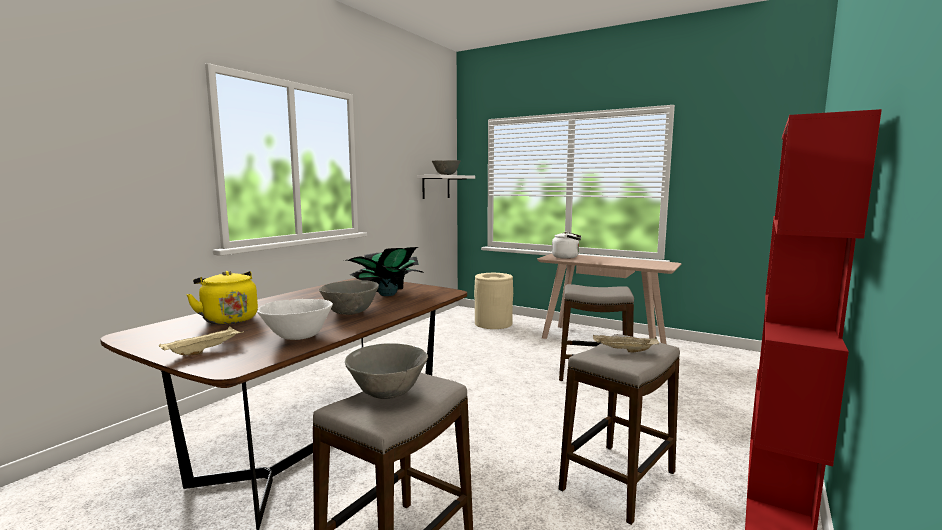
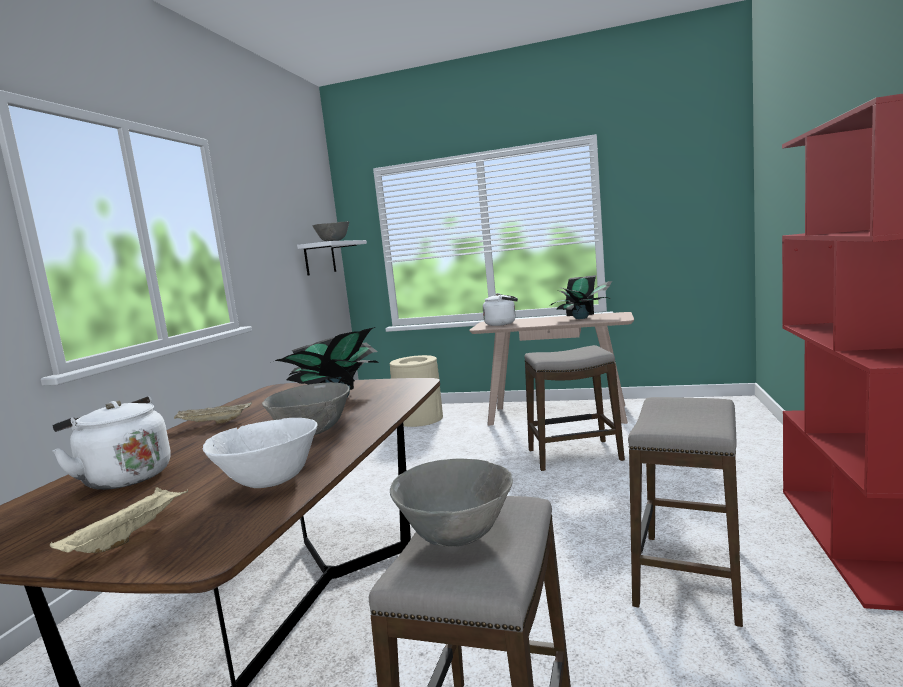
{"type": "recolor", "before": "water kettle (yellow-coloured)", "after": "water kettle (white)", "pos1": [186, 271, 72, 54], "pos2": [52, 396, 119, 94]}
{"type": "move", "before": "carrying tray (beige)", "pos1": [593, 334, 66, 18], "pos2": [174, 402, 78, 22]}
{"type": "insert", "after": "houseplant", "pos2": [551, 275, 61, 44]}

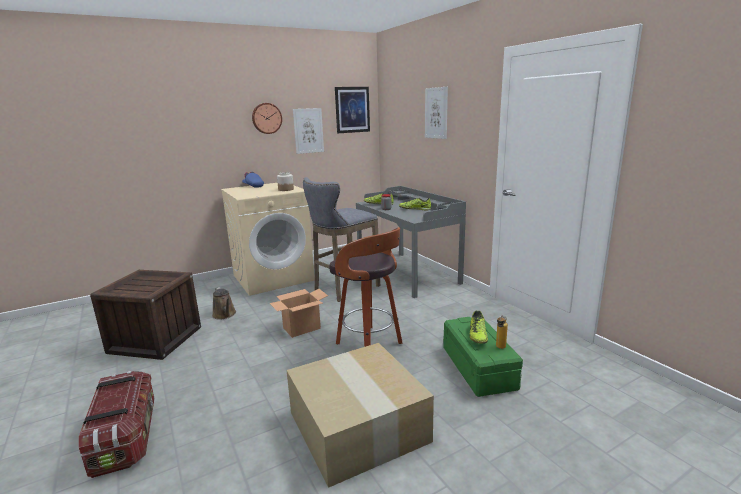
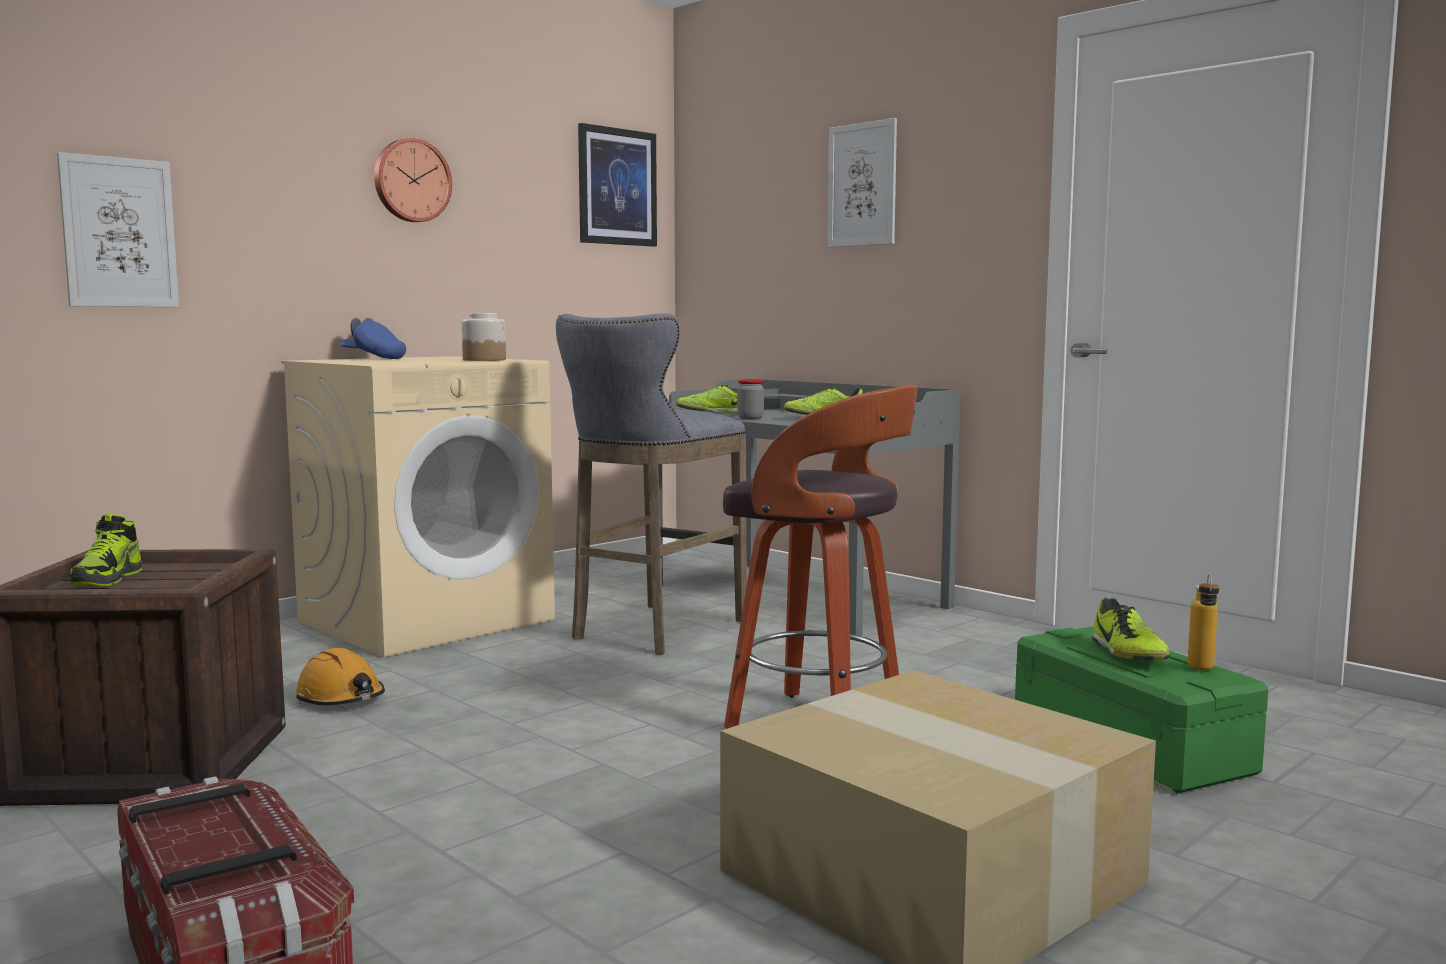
{"type": "move", "before": "picture", "pos1": [293, 108, 31, 46], "pos2": [57, 152, 122, 155]}
{"type": "replace", "before": "watering can (brown-coloured)", "after": "work helmet (orange)", "pos1": [212, 287, 24, 33], "pos2": [296, 648, 89, 57]}
{"type": "delete", "before": "cardboard box", "pos1": [270, 289, 58, 49]}
{"type": "insert", "after": "shoe", "pos2": [70, 514, 72, 72]}

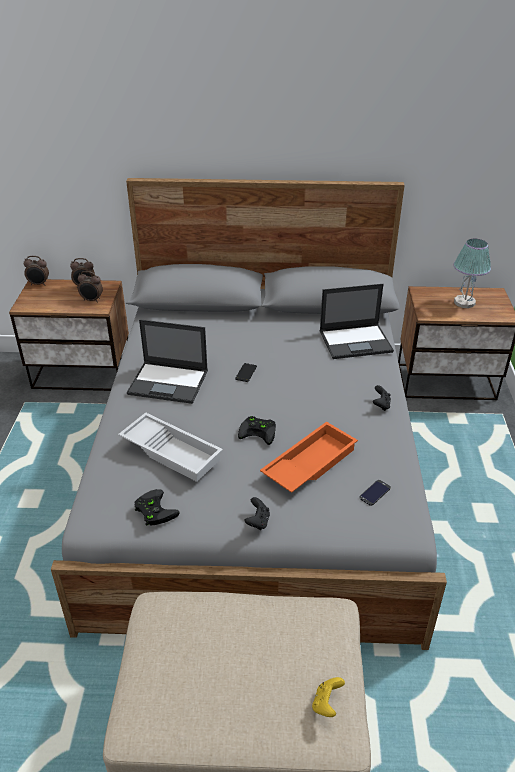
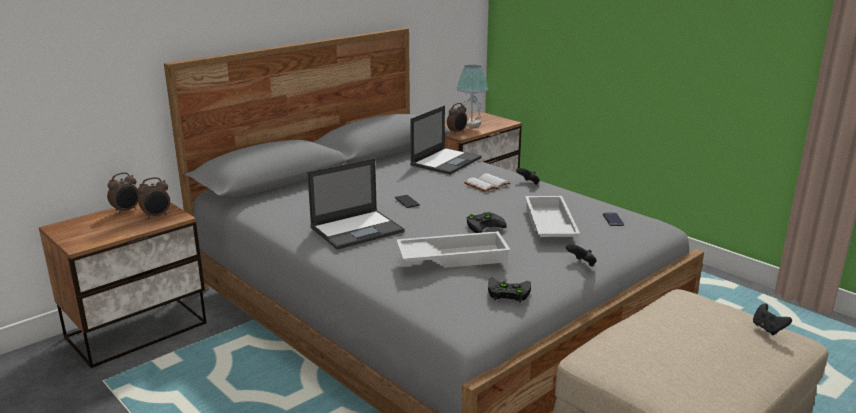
{"type": "move", "before": "alarm clock", "pos1": [24, 256, 25, 30], "pos2": [447, 103, 20, 31]}
{"type": "recolor", "before": "carrying tray (orange)", "after": "carrying tray (white)", "pos1": [260, 422, 98, 71], "pos2": [525, 196, 55, 41]}
{"type": "recolor", "before": "game controller (yellow-coloured)", "after": "game controller (black)", "pos1": [312, 677, 33, 40], "pos2": [753, 304, 39, 31]}
{"type": "insert", "after": "book (white)", "pos2": [464, 173, 47, 19]}

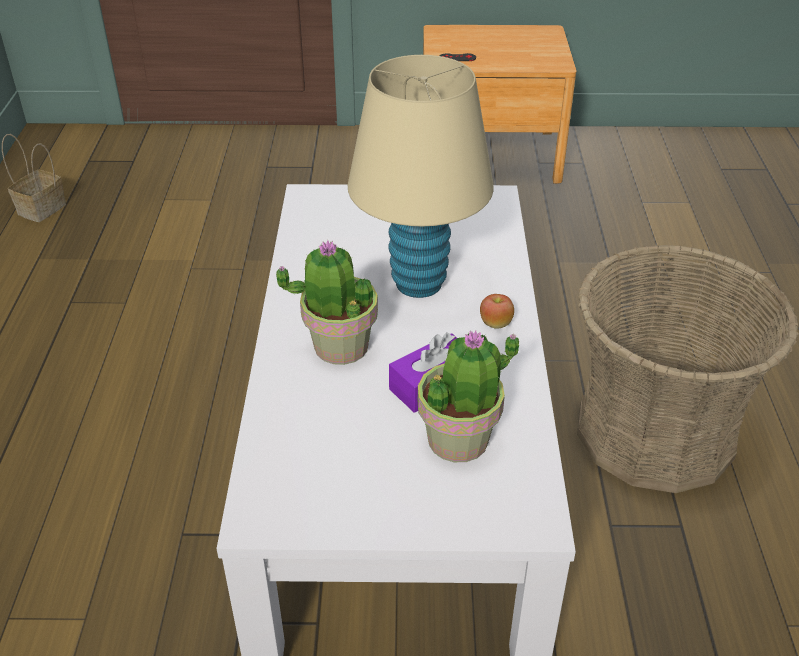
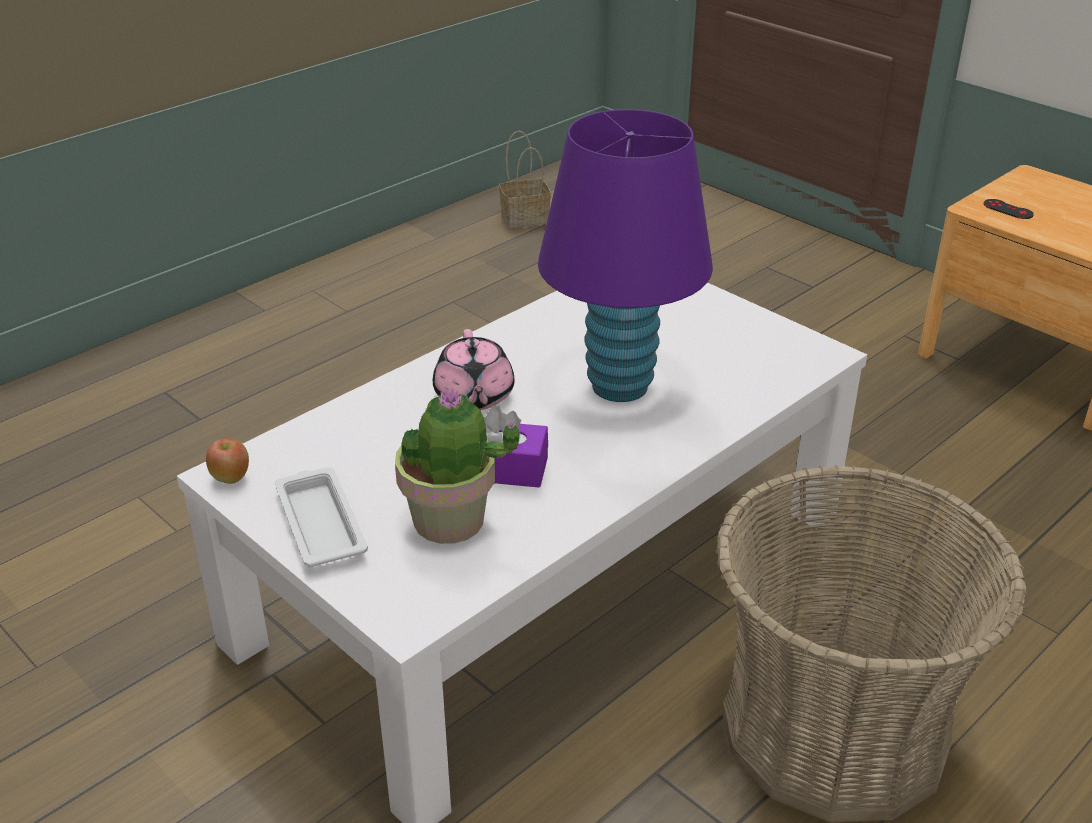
{"type": "recolor", "before": "lamp for a table (beige)", "after": "lamp for a table (purple)", "pos1": [348, 55, 146, 243], "pos2": [538, 109, 175, 293]}
{"type": "replace", "before": "houseplant", "after": "pot for tea (pink-coloured)", "pos1": [276, 240, 102, 125], "pos2": [433, 329, 82, 81]}
{"type": "move", "before": "apple fruit", "pos1": [480, 294, 34, 35], "pos2": [206, 438, 43, 46]}
{"type": "insert", "after": "carrying tray (white)", "pos2": [275, 467, 93, 100]}

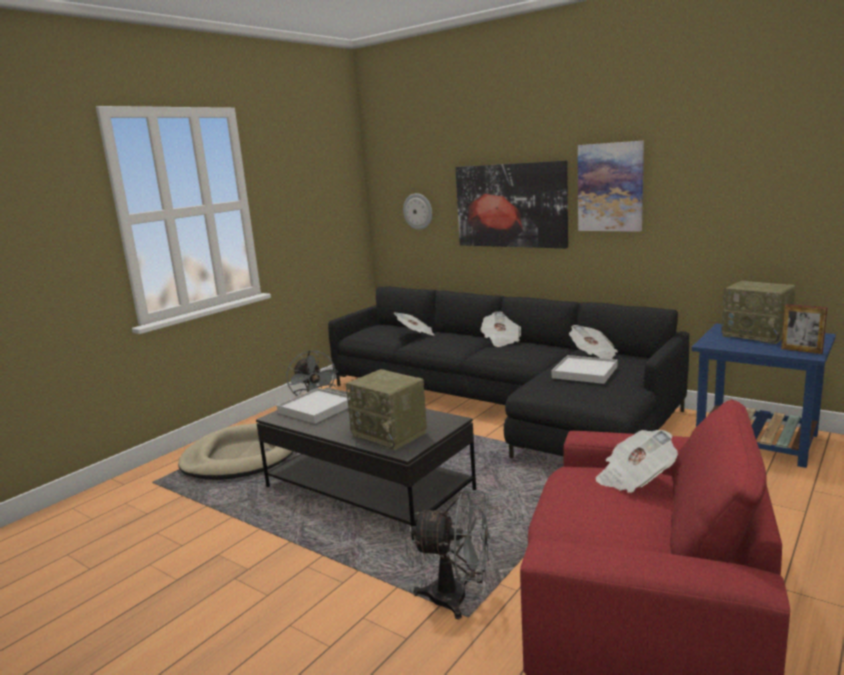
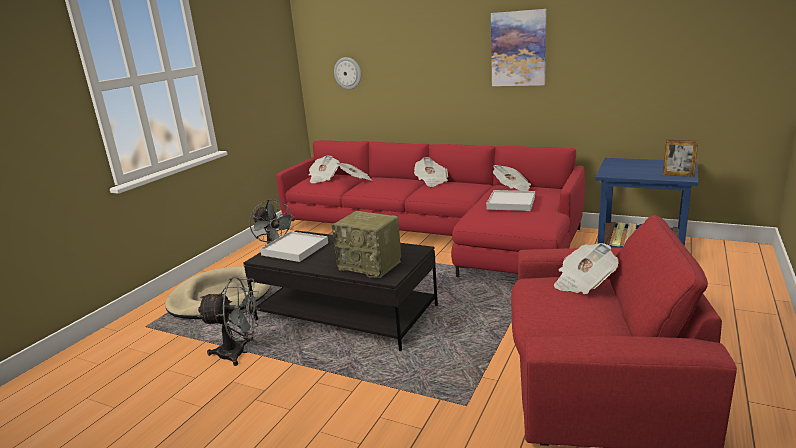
{"type": "delete", "before": "picture", "pos1": [455, 161, 113, 87]}
{"type": "delete", "before": "radio set", "pos1": [721, 281, 75, 63]}
{"type": "recolor", "before": "sofa (black)", "after": "sofa (red-coloured)", "pos1": [328, 286, 361, 172], "pos2": [276, 140, 309, 137]}
{"type": "move", "before": "electric fan (gray)", "pos1": [411, 488, 80, 132], "pos2": [197, 276, 63, 90]}
{"type": "insert", "after": "printed paper", "pos2": [309, 156, 30, 27]}

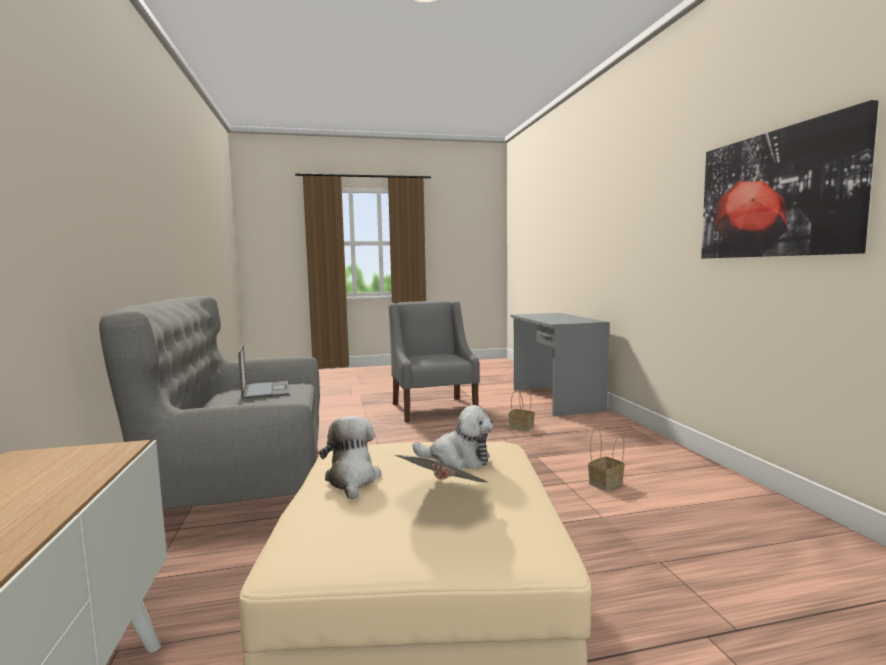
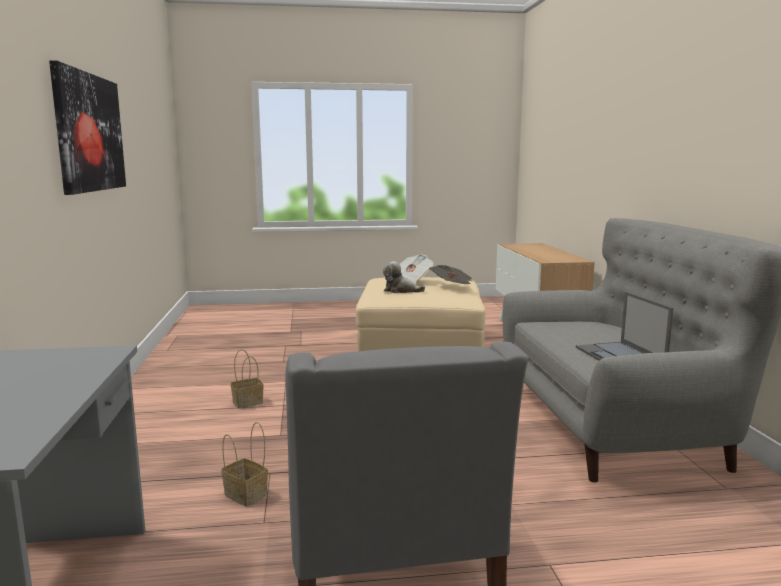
{"type": "replace", "before": "plush toy", "after": "printed paper", "pos1": [320, 416, 61, 84], "pos2": [429, 265, 43, 19]}

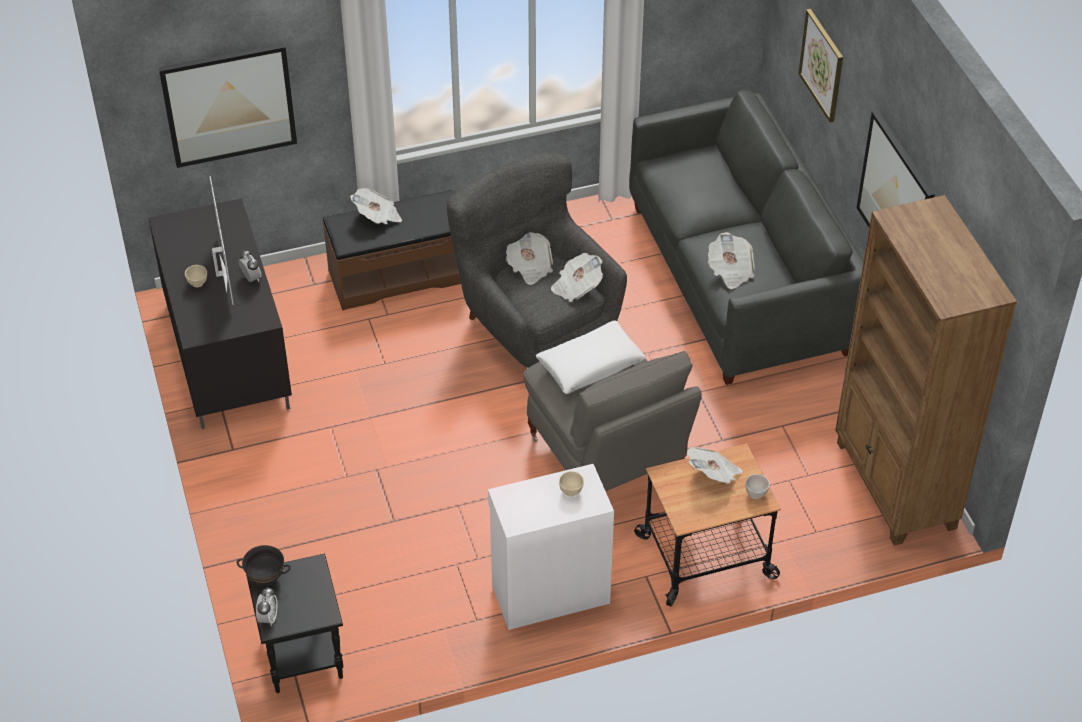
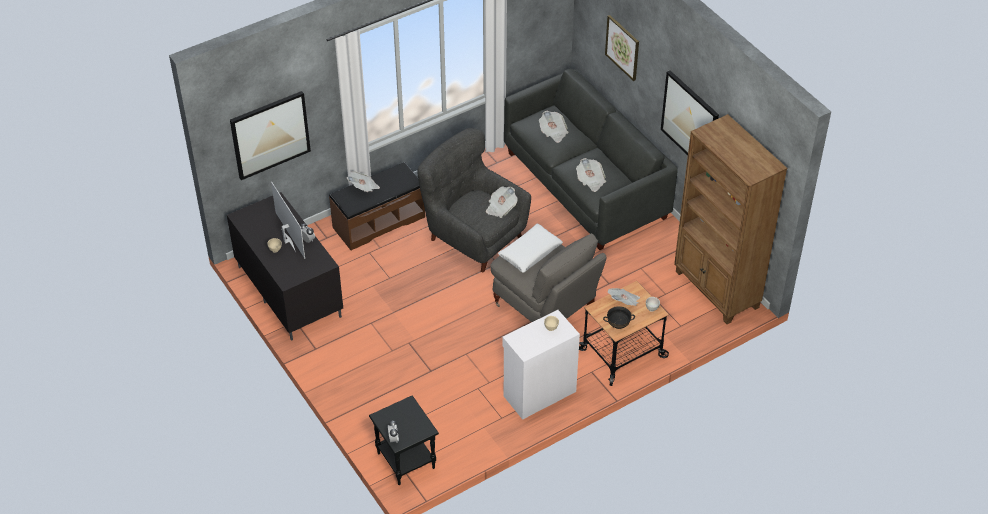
{"type": "move", "before": "printed paper", "pos1": [506, 232, 47, 53], "pos2": [539, 111, 30, 32]}
{"type": "move", "before": "bowl (black)", "pos1": [237, 545, 54, 39], "pos2": [603, 306, 32, 23]}

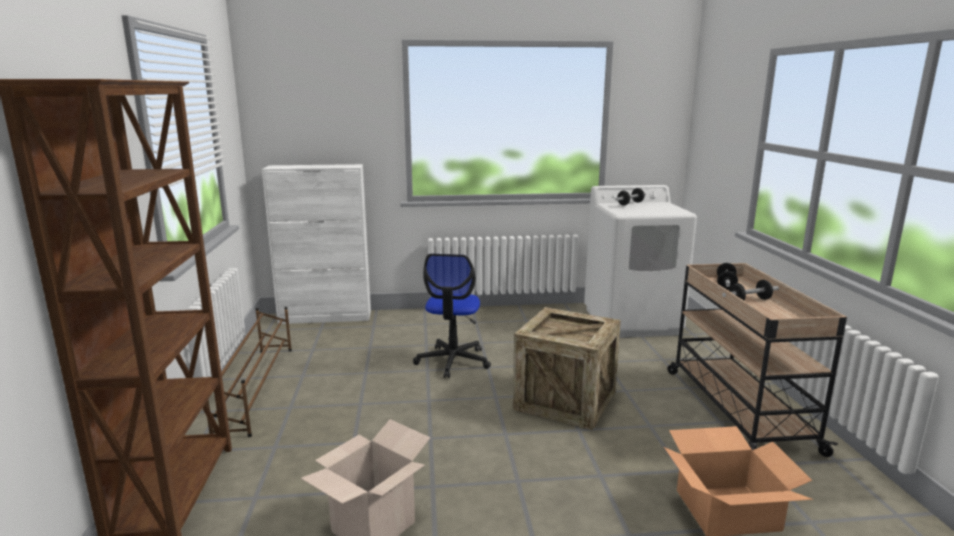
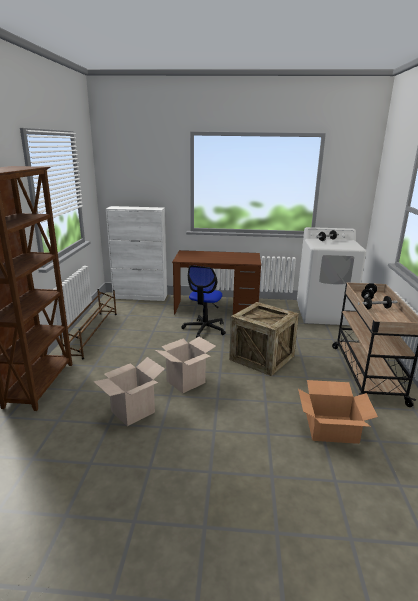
{"type": "insert", "after": "desk unit (brown-coloured)", "pos2": [172, 250, 89, 65]}
{"type": "insert", "after": "cardboard box", "pos2": [155, 337, 61, 56]}

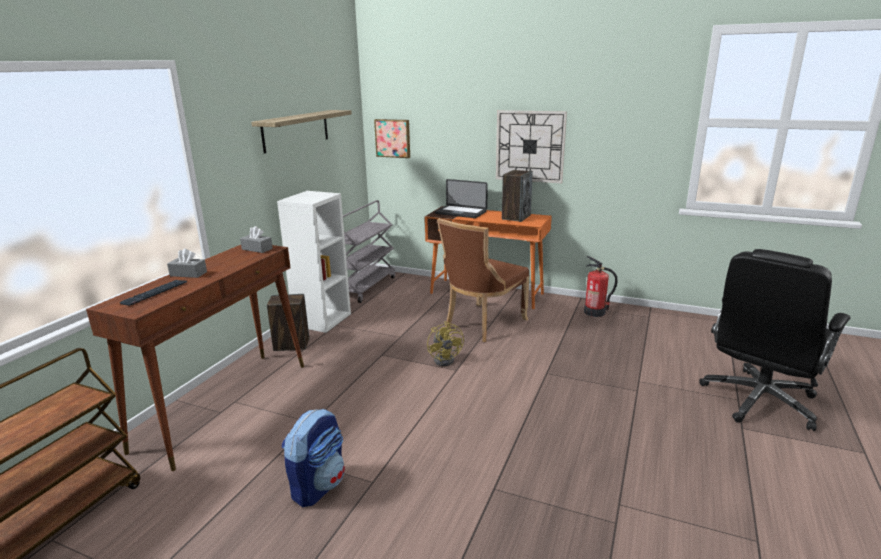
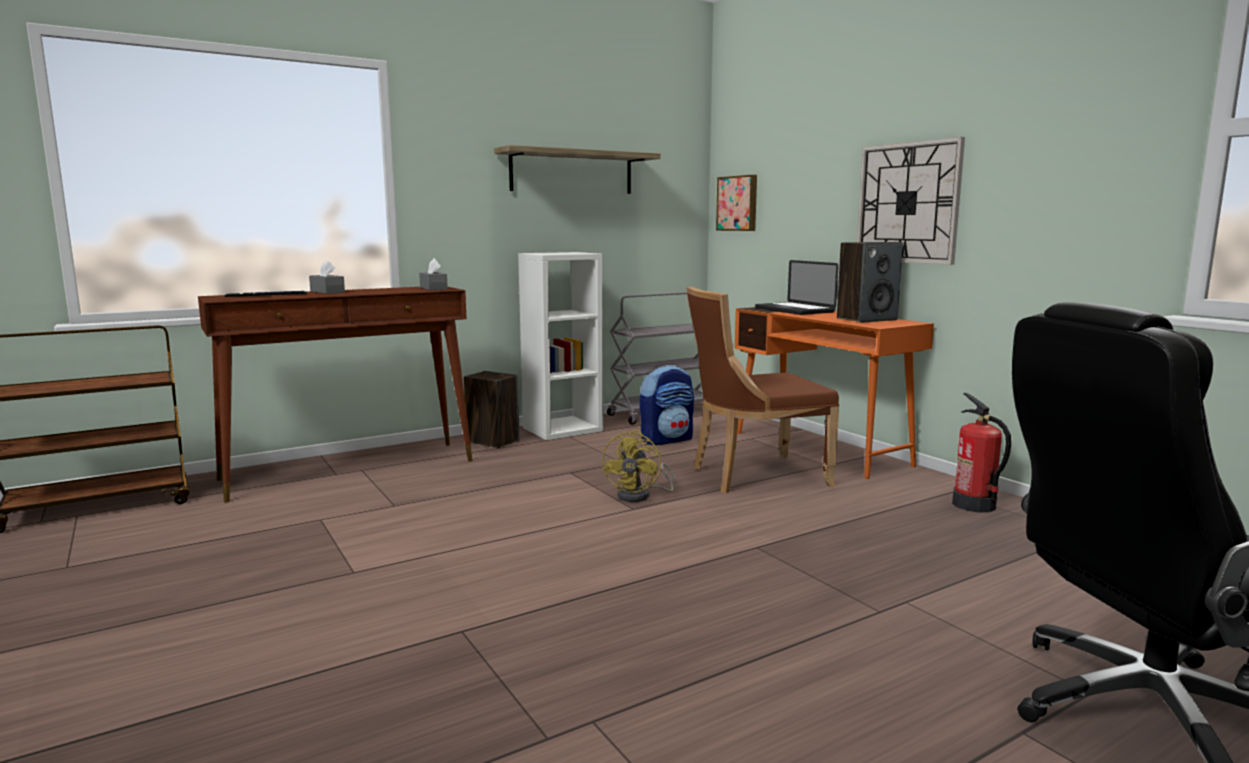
{"type": "move", "before": "rucksack", "pos1": [282, 409, 63, 98], "pos2": [640, 365, 54, 80]}

